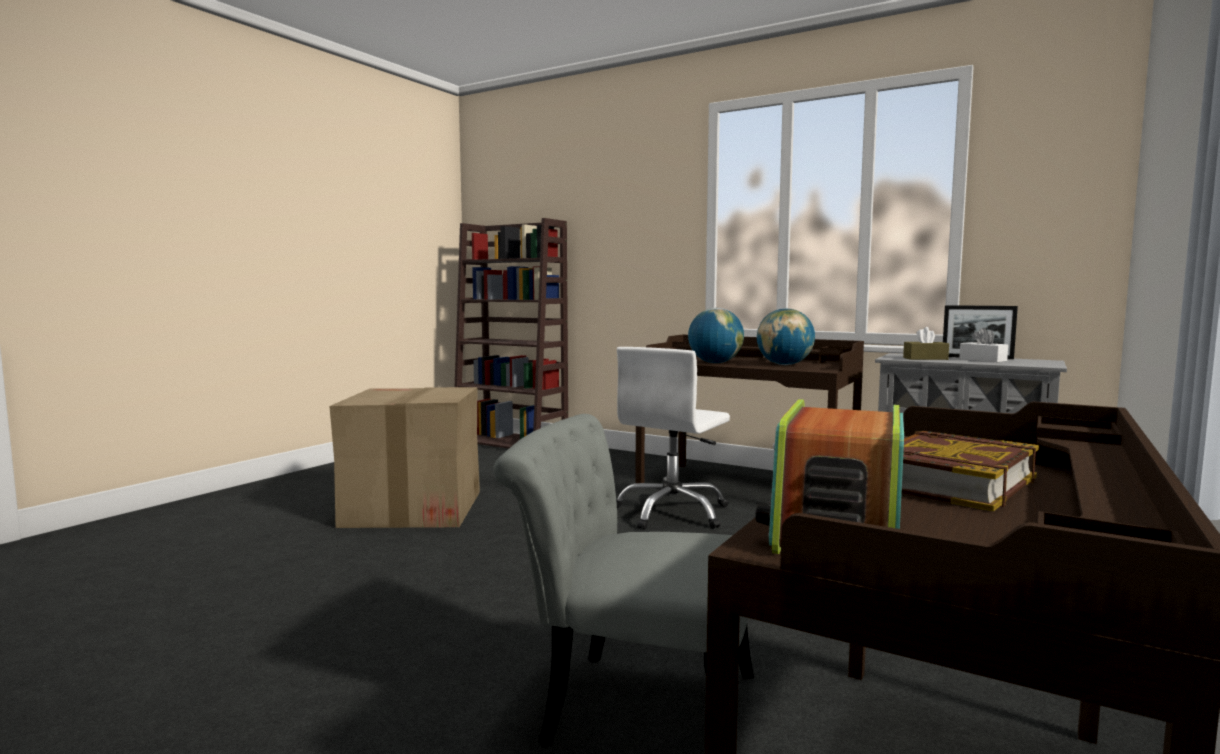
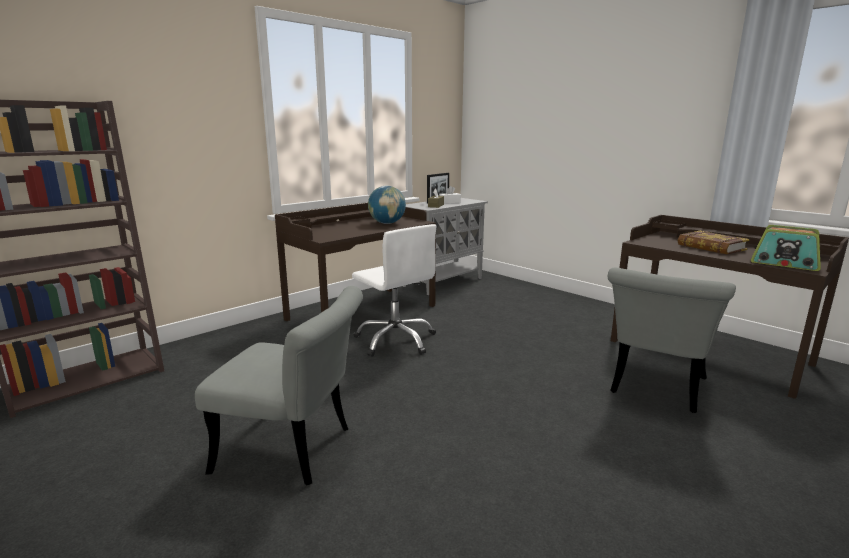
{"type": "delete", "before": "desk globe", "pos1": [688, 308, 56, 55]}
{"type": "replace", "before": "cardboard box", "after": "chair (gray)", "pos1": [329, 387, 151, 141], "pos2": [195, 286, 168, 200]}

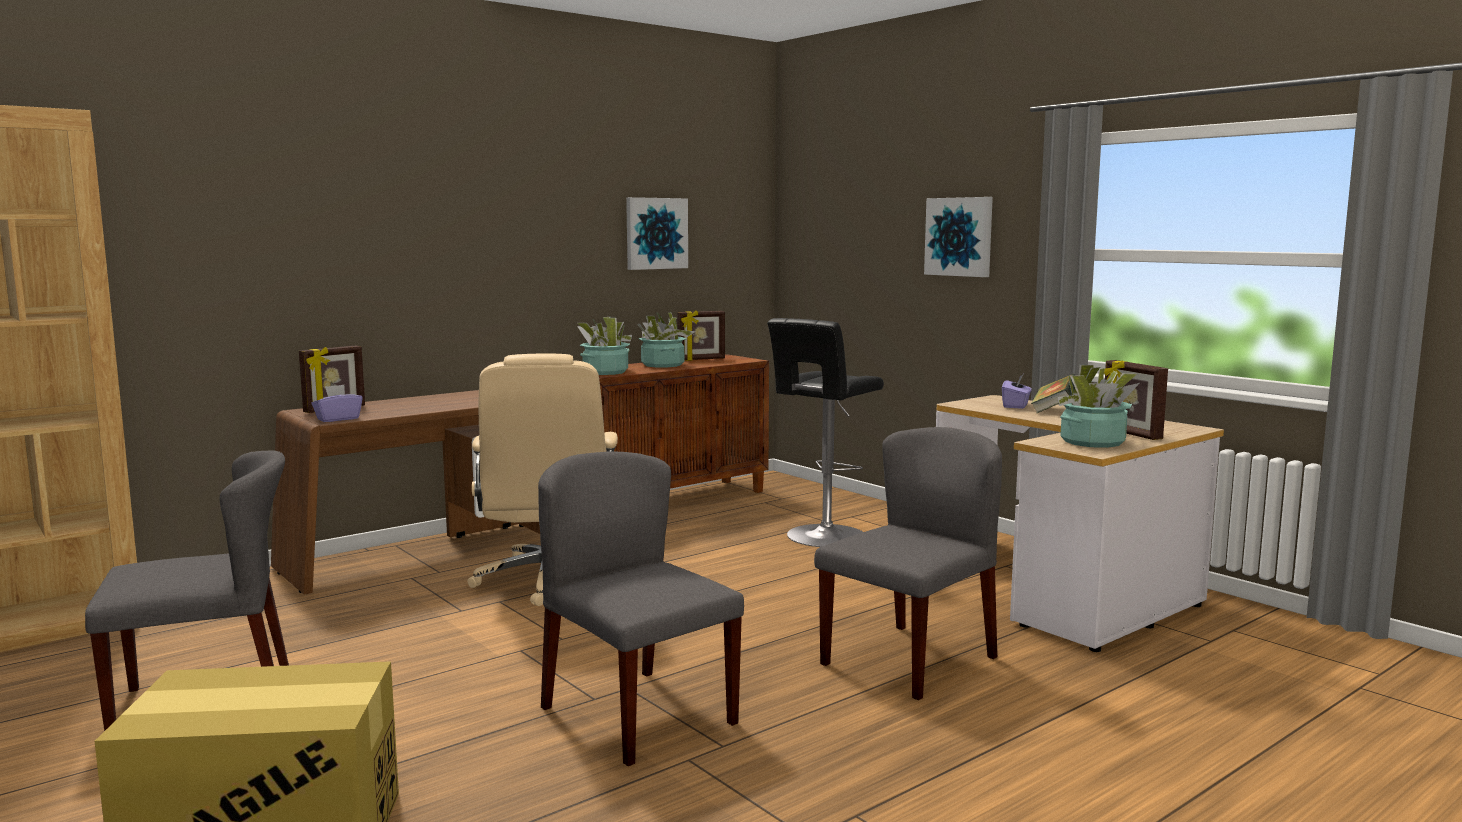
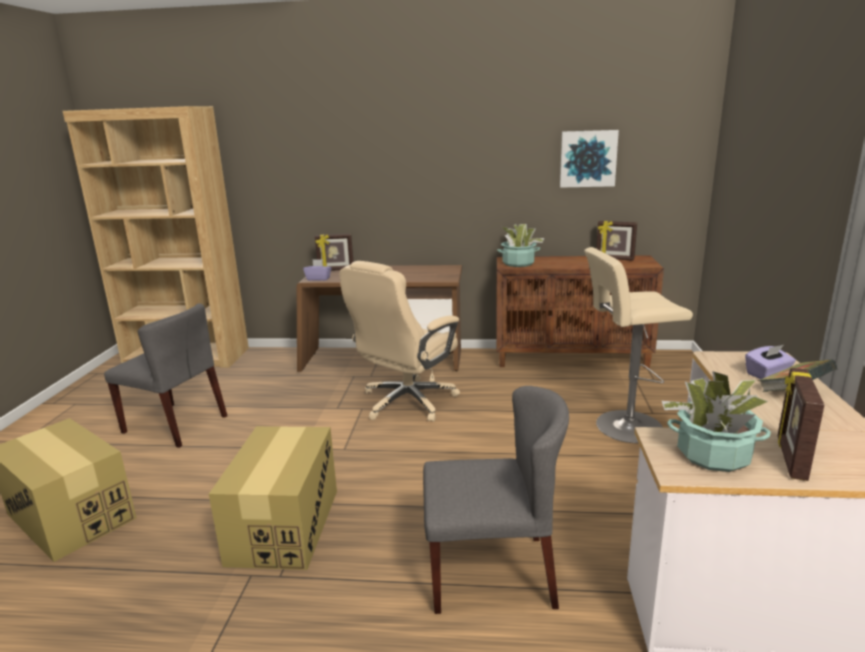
{"type": "delete", "before": "picture", "pos1": [924, 197, 69, 80]}
{"type": "delete", "before": "houseplant", "pos1": [637, 312, 59, 55]}
{"type": "recolor", "before": "sitting stool (black)", "after": "sitting stool (beige)", "pos1": [767, 318, 117, 229], "pos2": [584, 247, 109, 196]}
{"type": "replace", "before": "chair (gray)", "after": "cardboard box", "pos1": [538, 451, 206, 315], "pos2": [209, 426, 128, 144]}

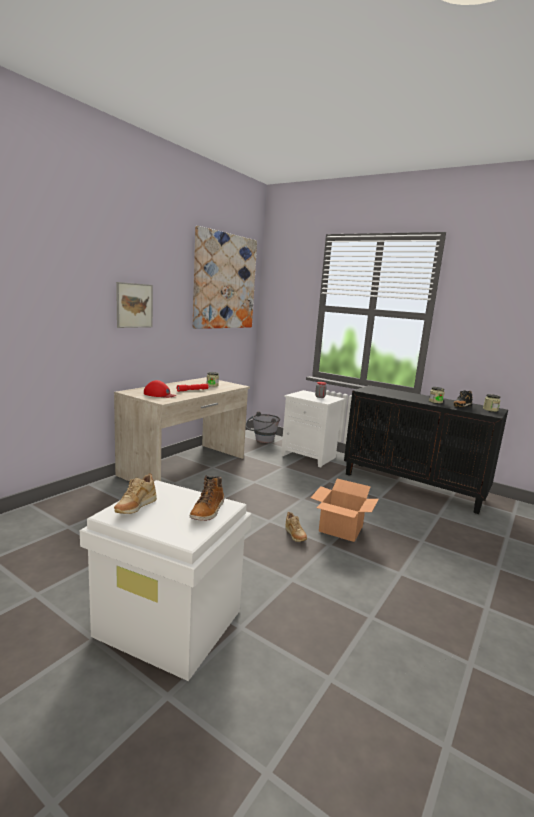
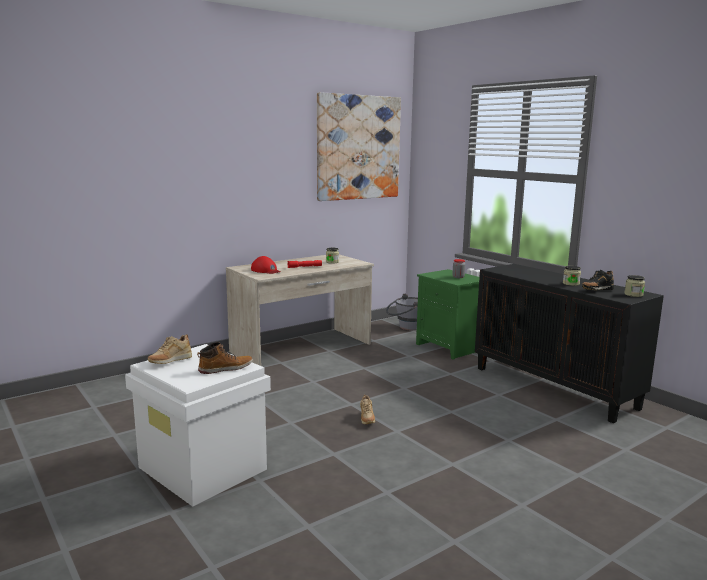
{"type": "delete", "before": "picture", "pos1": [116, 282, 37, 46]}
{"type": "recolor", "before": "night table (white)", "after": "night table (green)", "pos1": [281, 390, 64, 78], "pos2": [416, 269, 63, 91]}
{"type": "rotate", "before": "boot", "pos1": [190, 476, 34, 45], "pos2": [197, 342, 56, 32], "turn": -150}
{"type": "delete", "before": "cardboard box", "pos1": [310, 479, 69, 63]}

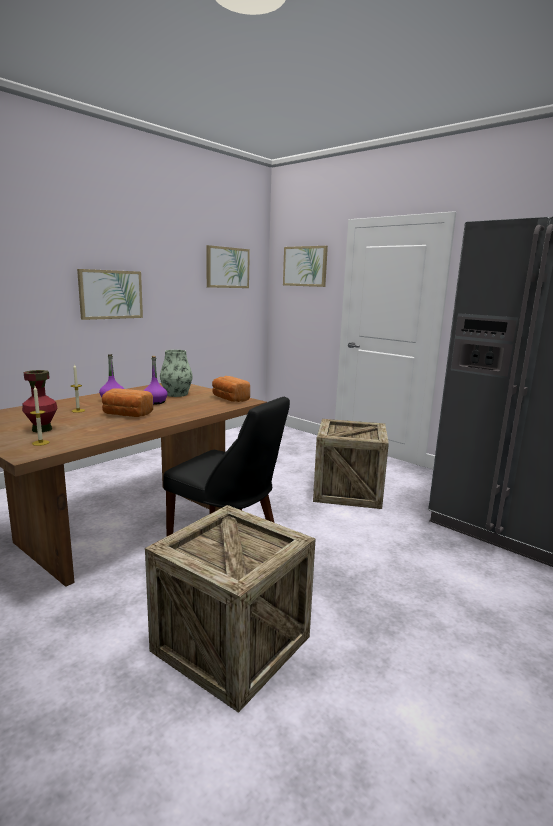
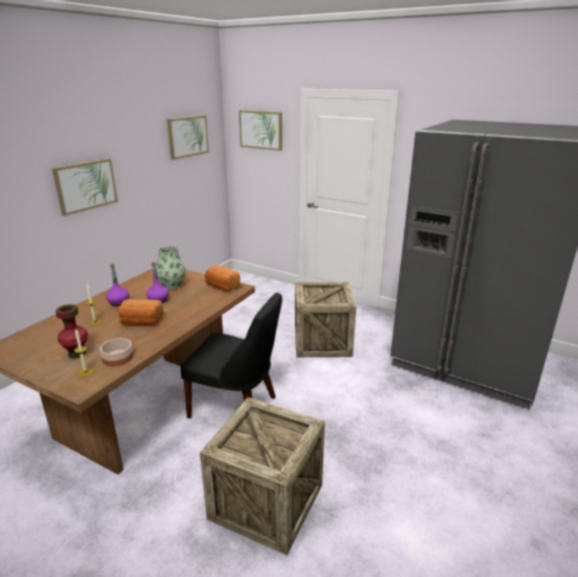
{"type": "insert", "after": "bowl", "pos2": [100, 338, 33, 28]}

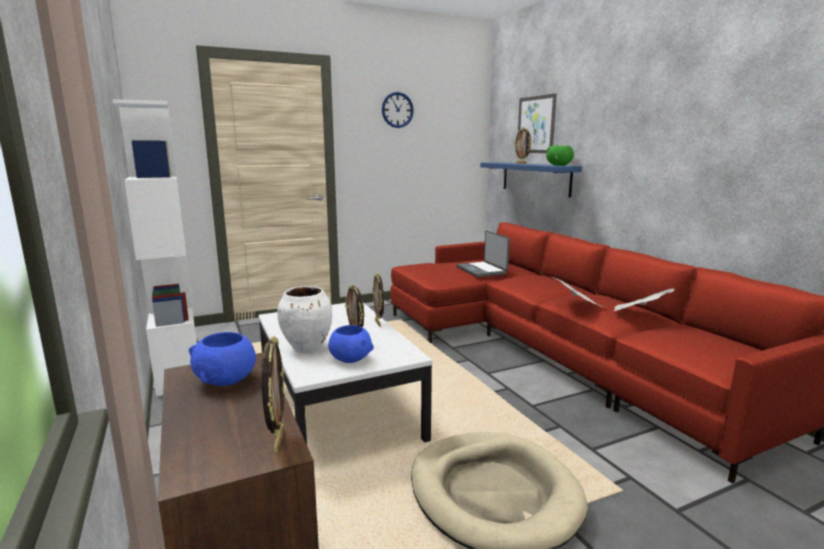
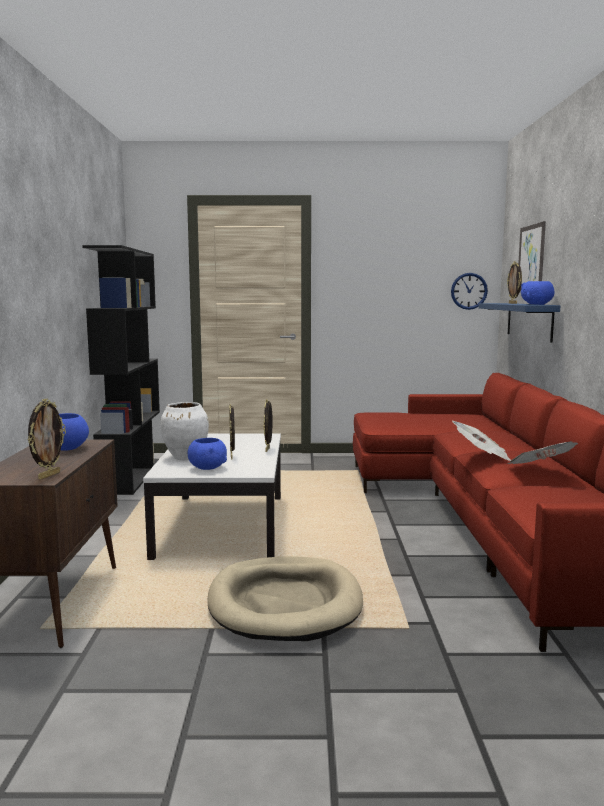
{"type": "move", "before": "clock on the wall", "pos1": [382, 92, 32, 36], "pos2": [451, 273, 37, 37]}
{"type": "recolor", "before": "bookcase (white)", "after": "bookcase (black)", "pos1": [112, 99, 85, 297], "pos2": [82, 245, 78, 250]}
{"type": "recolor", "before": "bowl (green)", "after": "bowl (blue-coloured)", "pos1": [546, 146, 28, 20], "pos2": [521, 281, 34, 24]}
{"type": "delete", "before": "laptop", "pos1": [456, 231, 54, 46]}

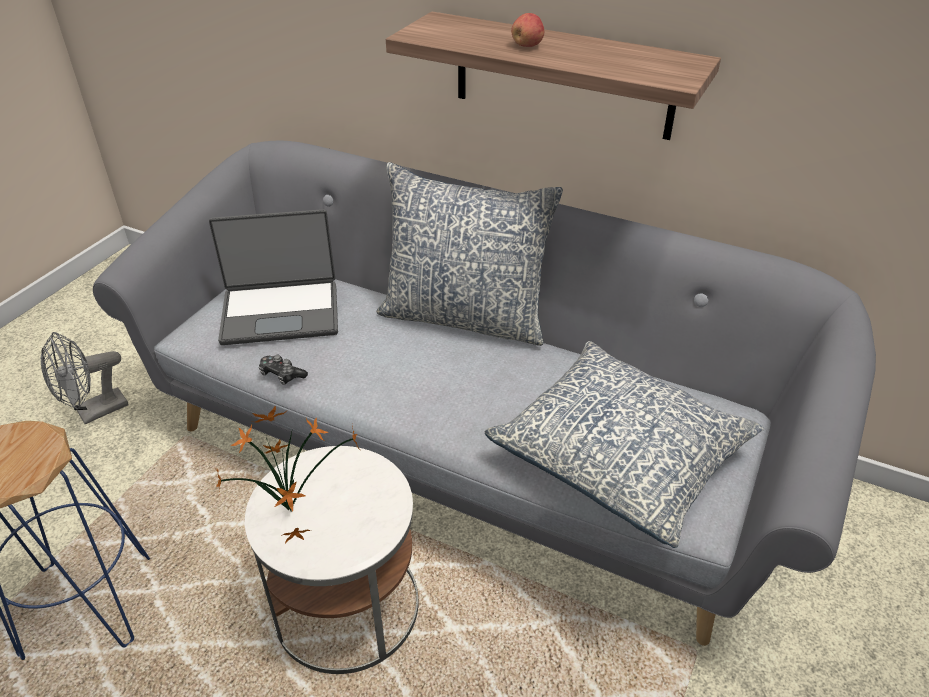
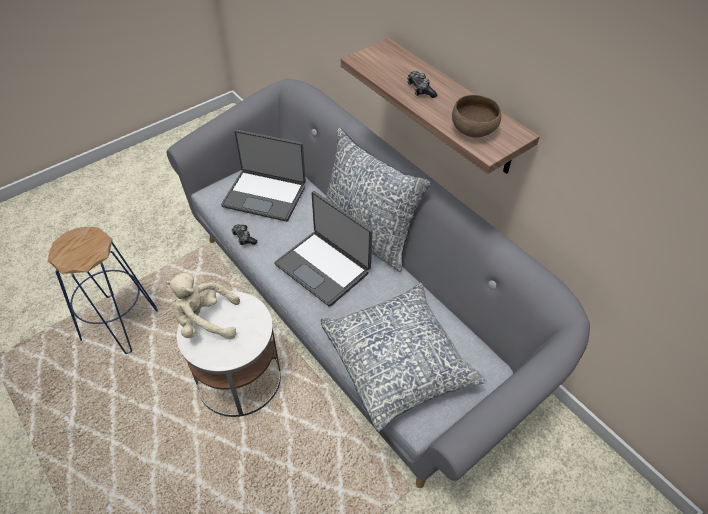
{"type": "replace", "before": "apple fruit", "after": "game controller", "pos1": [511, 13, 33, 34], "pos2": [407, 71, 30, 27]}
{"type": "delete", "before": "electric fan (gray)", "pos1": [41, 332, 87, 92]}
{"type": "replace", "before": "houseplant", "after": "plush toy (beige)", "pos1": [216, 406, 144, 137], "pos2": [166, 273, 74, 67]}
{"type": "insert", "after": "bowl (brown-coloured)", "pos2": [452, 95, 49, 42]}
{"type": "insert", "after": "laptop", "pos2": [274, 191, 98, 116]}

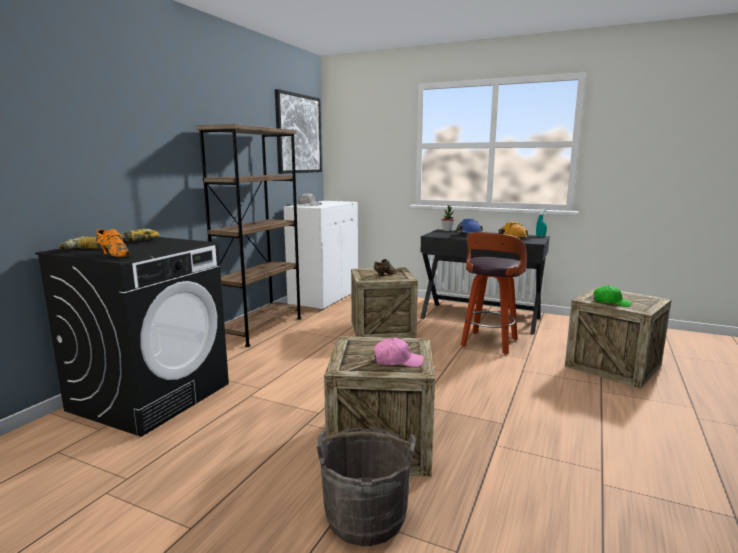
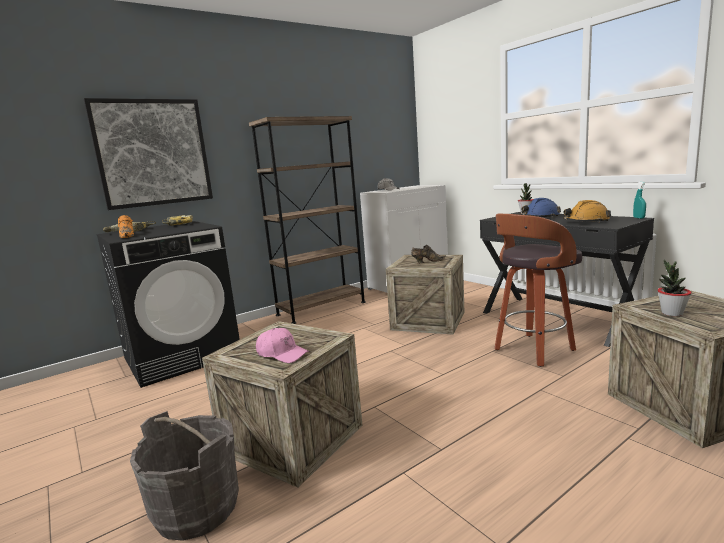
{"type": "move", "before": "picture", "pos1": [275, 89, 47, 85], "pos2": [84, 98, 129, 112]}
{"type": "replace", "before": "cap (green)", "after": "houseplant", "pos1": [594, 285, 38, 22], "pos2": [657, 259, 35, 58]}

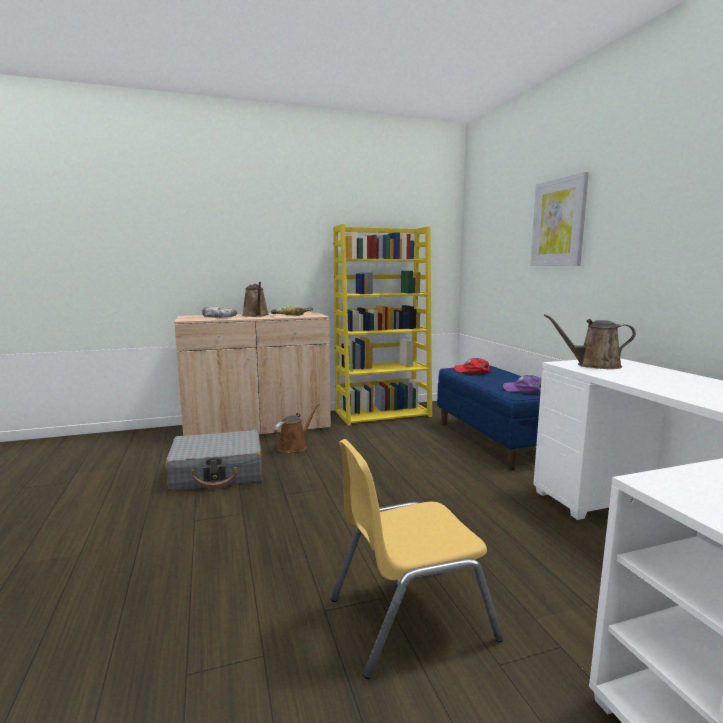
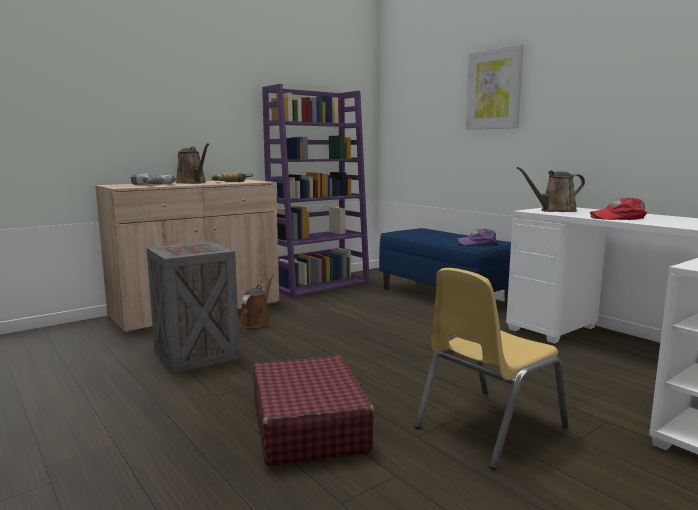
{"type": "recolor", "before": "bookcase (yellow-coloured)", "after": "bookcase (purple)", "pos1": [333, 224, 99, 202], "pos2": [262, 84, 108, 215]}
{"type": "move", "before": "cap (red-coloured)", "pos1": [453, 358, 38, 16], "pos2": [589, 198, 59, 22]}
{"type": "replace", "before": "travel case (gray)", "after": "packing crate", "pos1": [166, 430, 96, 61], "pos2": [146, 242, 94, 132]}
{"type": "insert", "after": "travel case (red-coloured)", "pos2": [253, 356, 122, 110]}

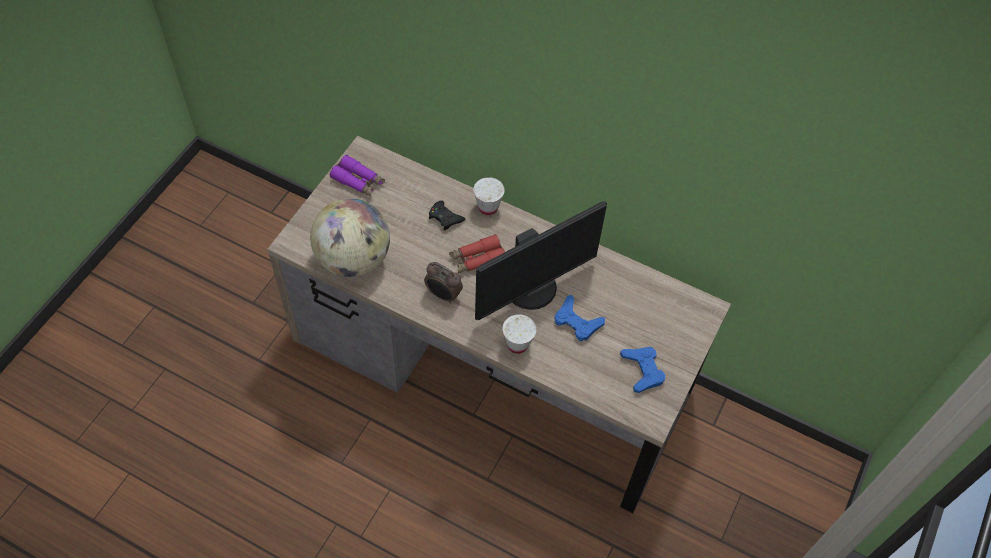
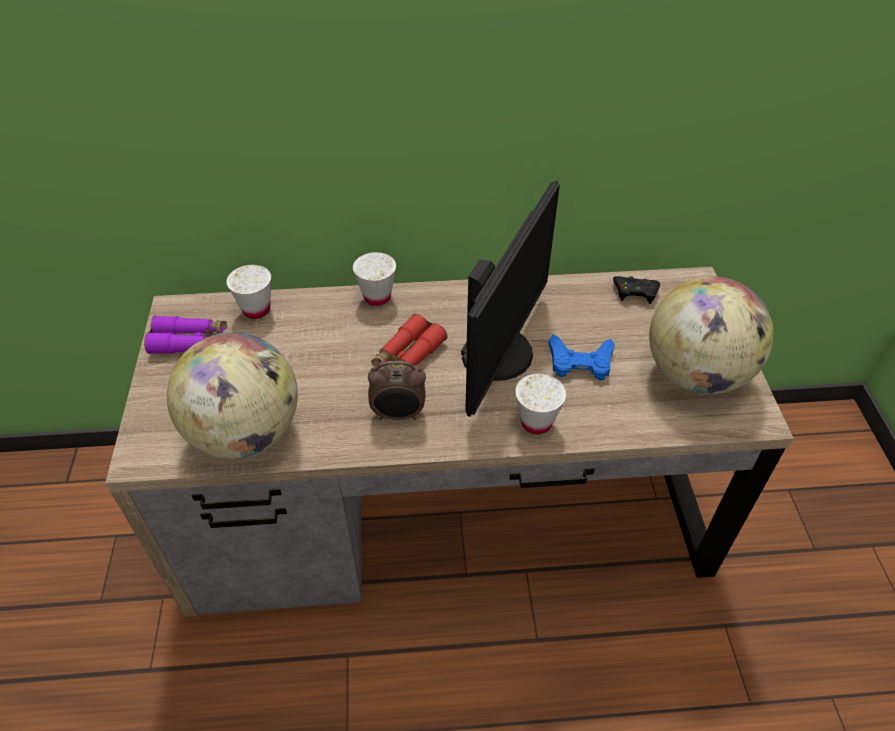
{"type": "move", "before": "game controller (black)", "pos1": [429, 200, 36, 31], "pos2": [613, 276, 47, 28]}
{"type": "replace", "before": "game controller (blue-coloured)", "after": "desk globe", "pos1": [620, 347, 45, 46], "pos2": [649, 276, 125, 118]}
{"type": "insert", "after": "cup (white)", "pos2": [226, 265, 45, 54]}

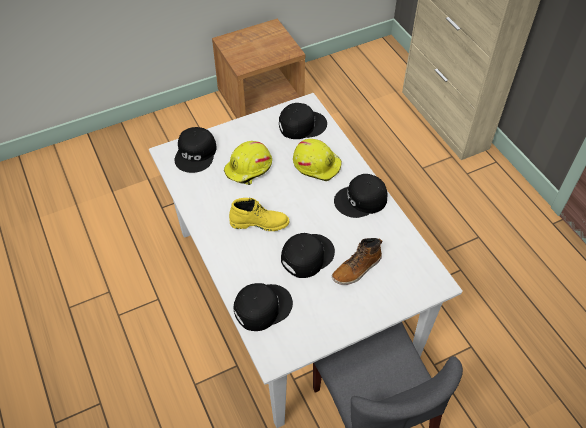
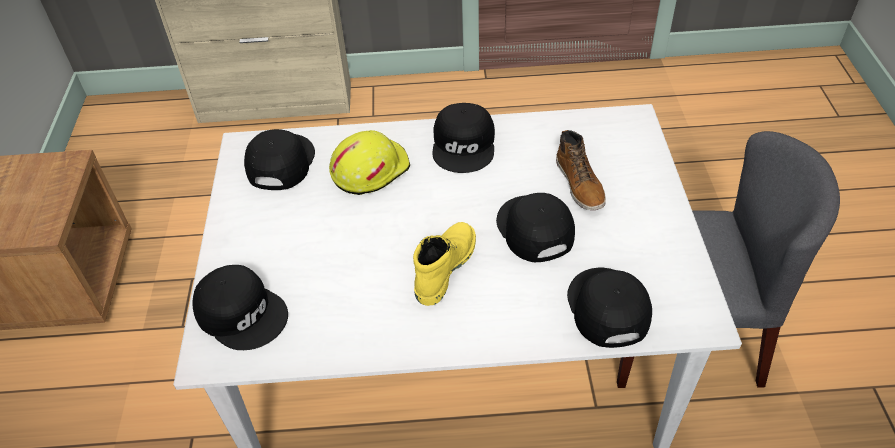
{"type": "delete", "before": "work helmet (yellow-coloured)", "pos1": [224, 141, 48, 44]}

